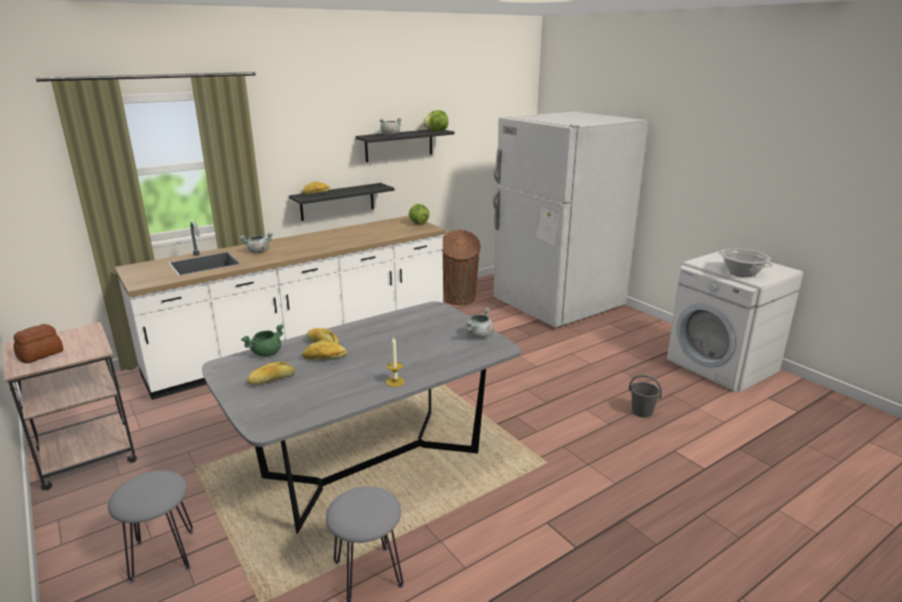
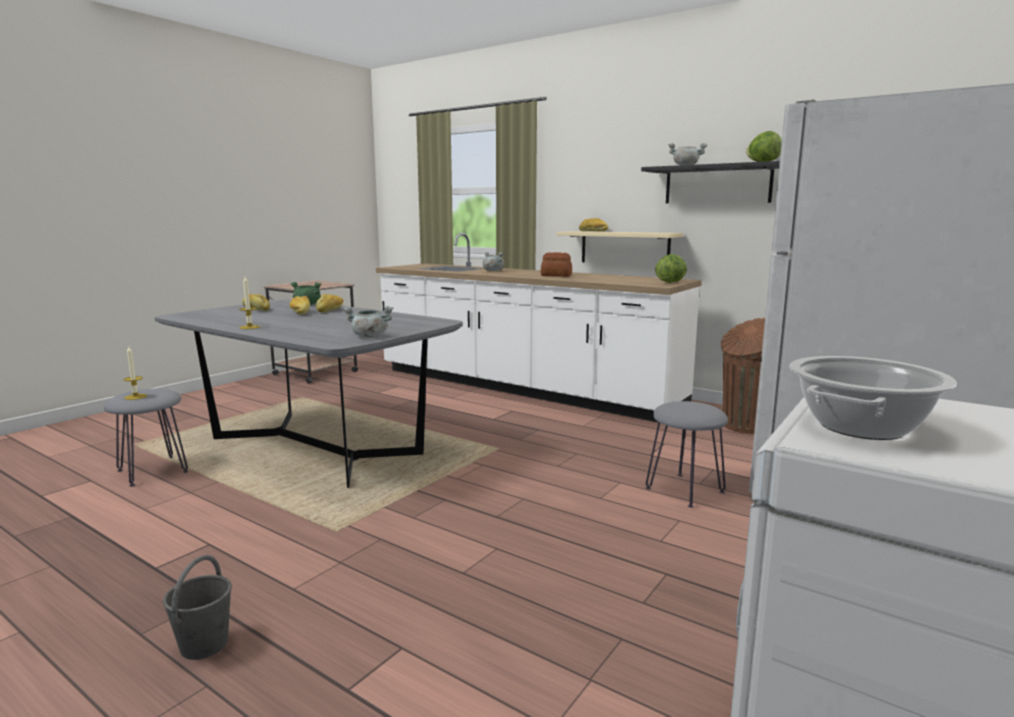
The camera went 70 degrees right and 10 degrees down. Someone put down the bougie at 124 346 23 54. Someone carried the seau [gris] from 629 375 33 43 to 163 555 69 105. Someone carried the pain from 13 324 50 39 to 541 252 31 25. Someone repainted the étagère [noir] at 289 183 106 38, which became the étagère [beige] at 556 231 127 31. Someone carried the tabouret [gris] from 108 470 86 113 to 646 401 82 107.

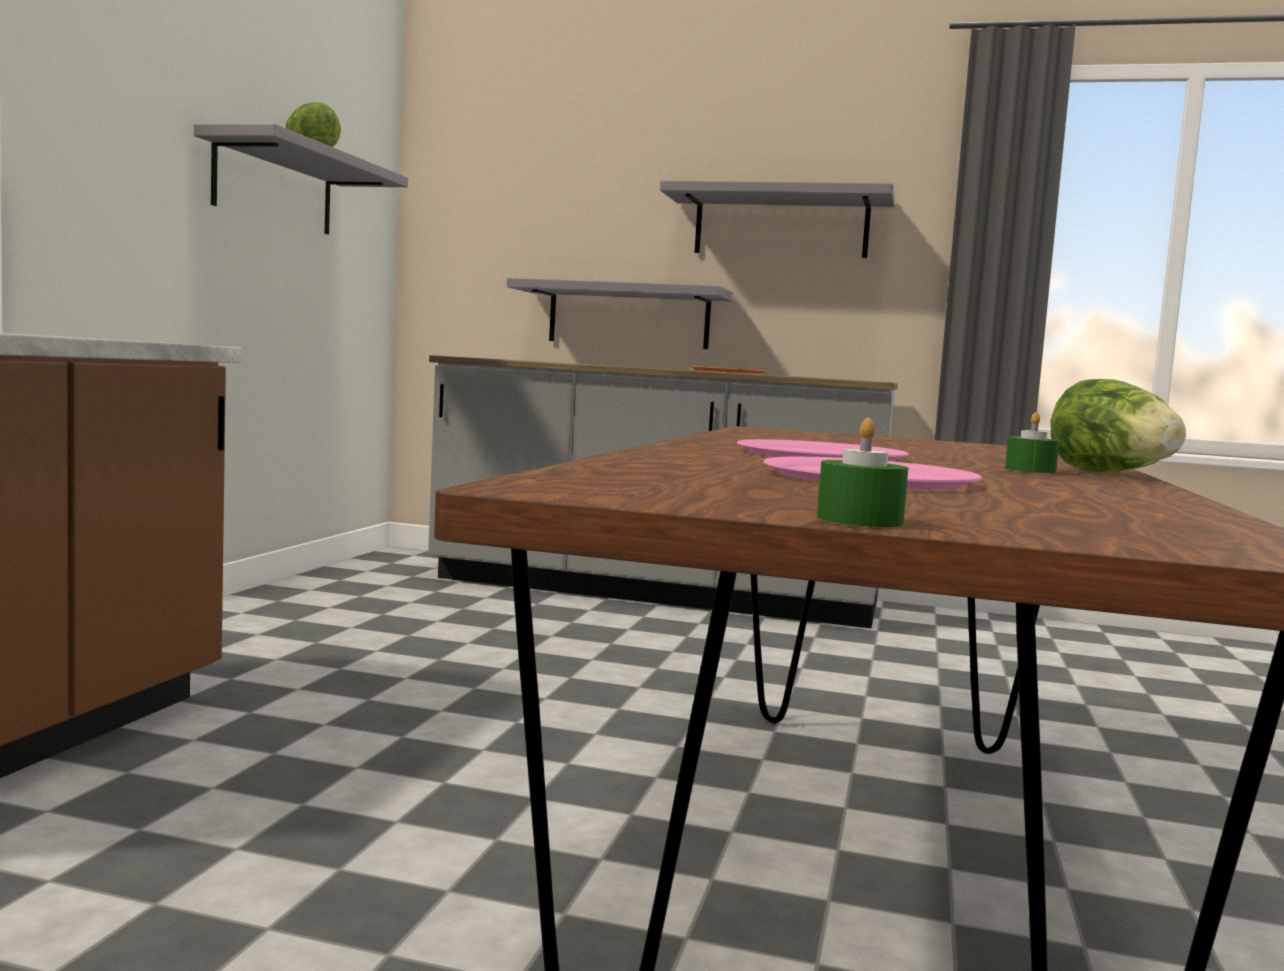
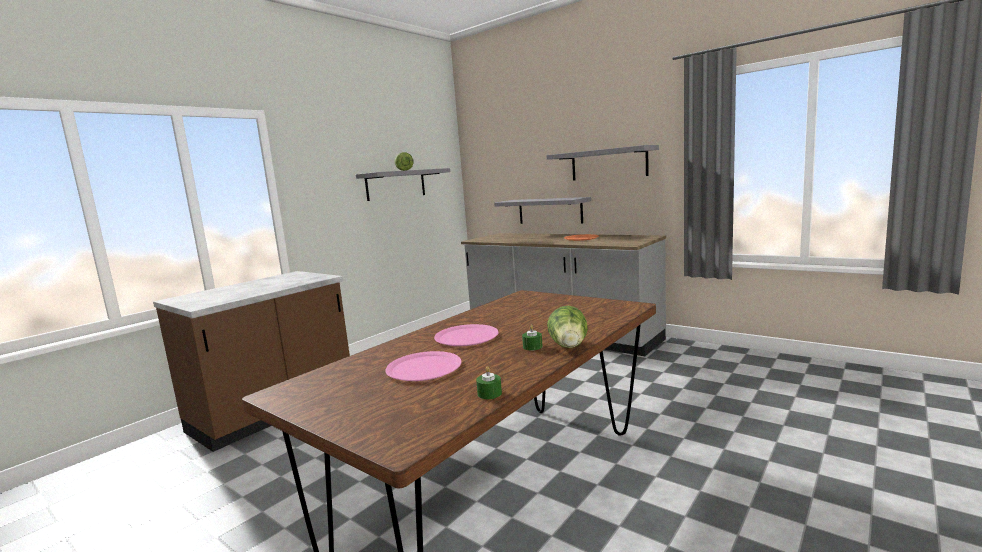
The camera went 25 degrees right and 5 degrees up. Someone carried the bougie [vert] from 817 418 91 109 to 476 366 26 33.

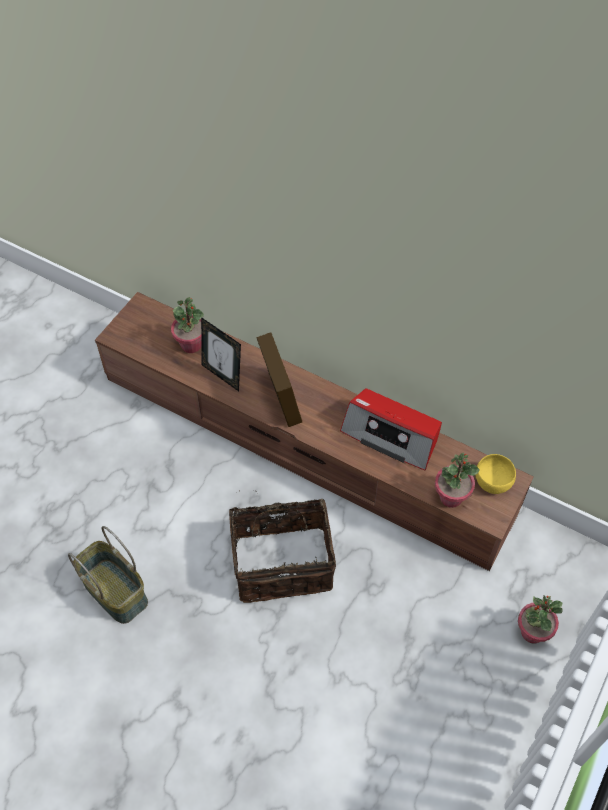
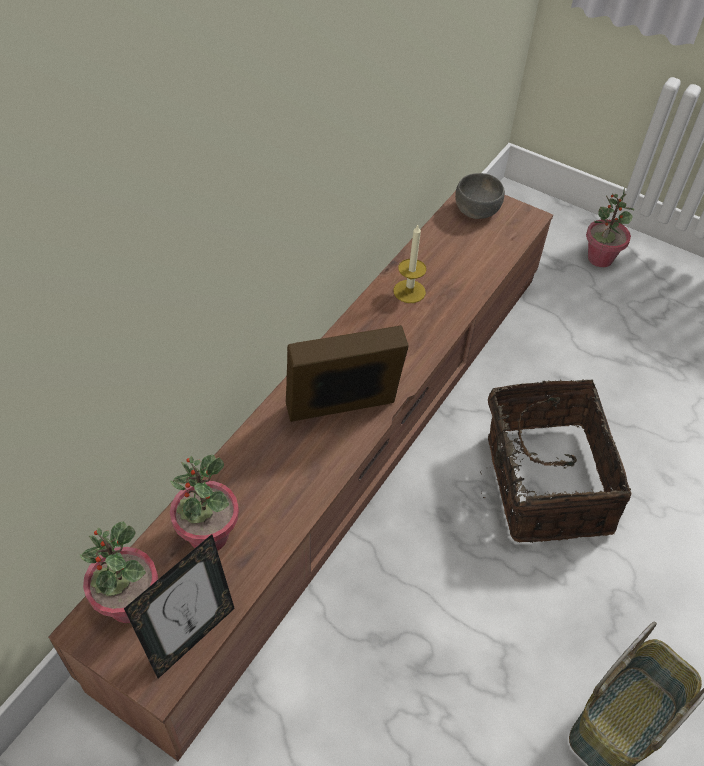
The camera went 90 degrees left and 5 degrees down. Someone carried the plante en pot from 435 452 45 56 to 80 522 78 101. Someone carried the cadre photo from 201 317 40 74 to 124 534 111 144. Someone swapped the radio at 340 388 102 83 for the bougie at 393 225 34 78. Someone repainted the bol [jaune] at 475 454 41 40, which became the bol [gris] at 455 173 50 46.

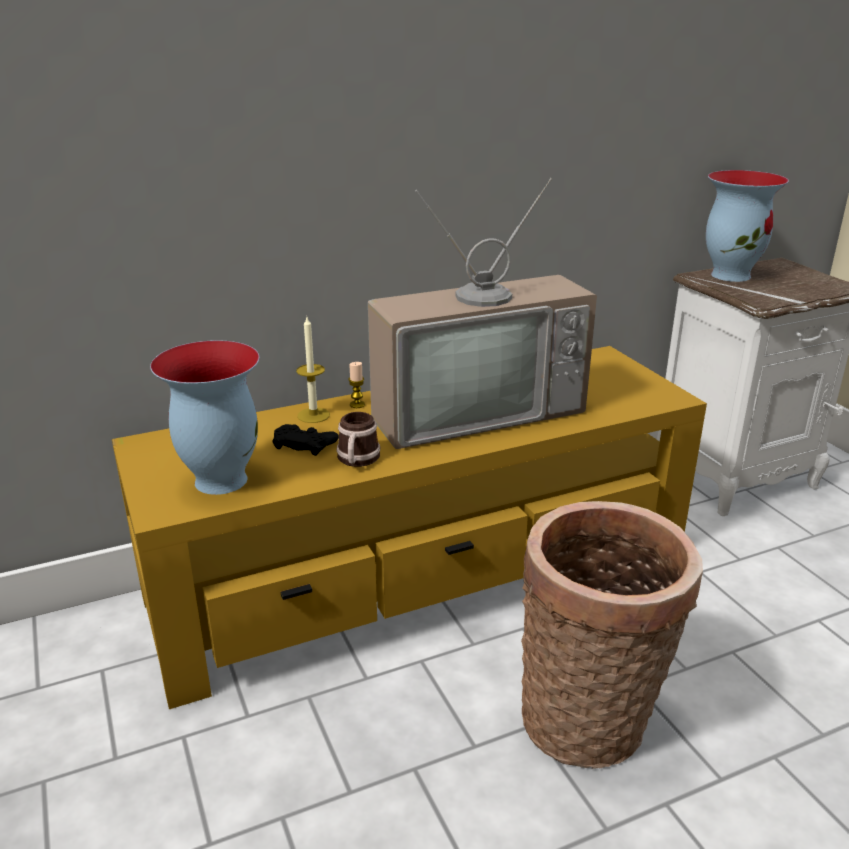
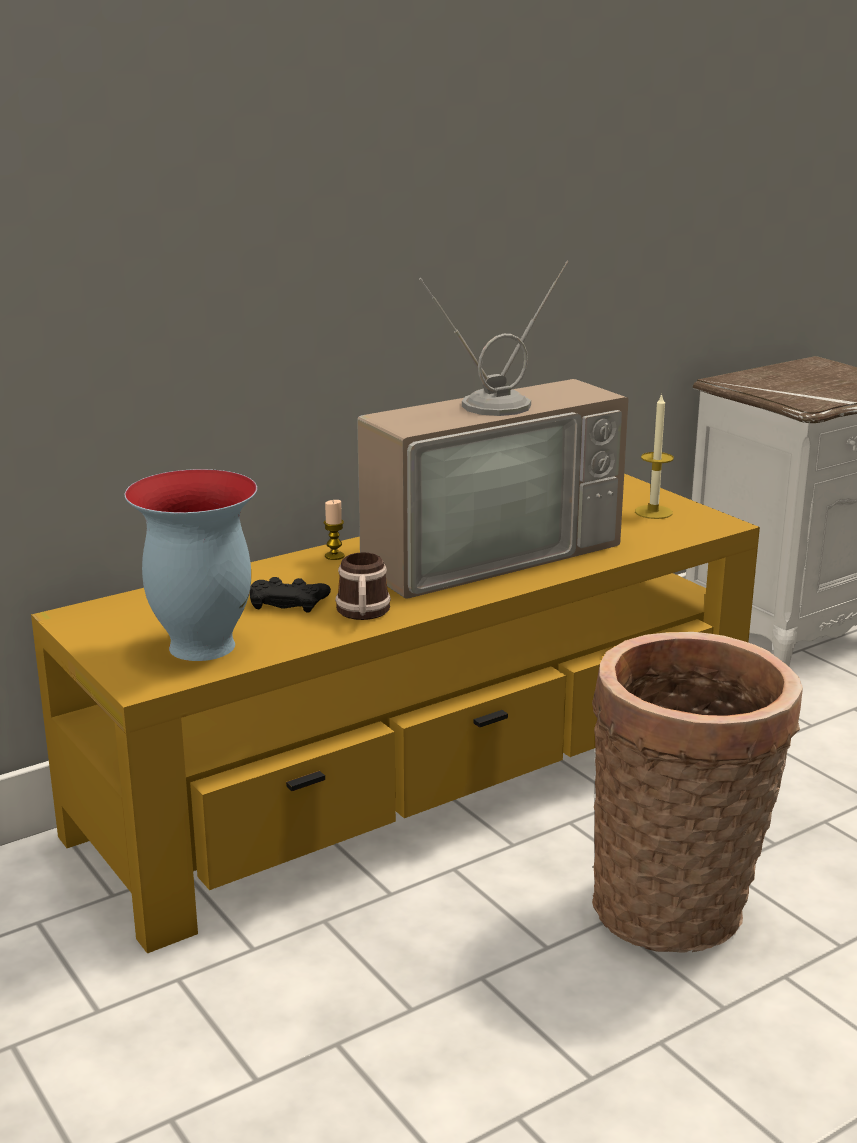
The camera went 10 degrees left and 5 degrees down. Someone carried the bougie from 296 317 34 106 to 635 393 39 126. Someone took away the vase at 706 170 83 112.

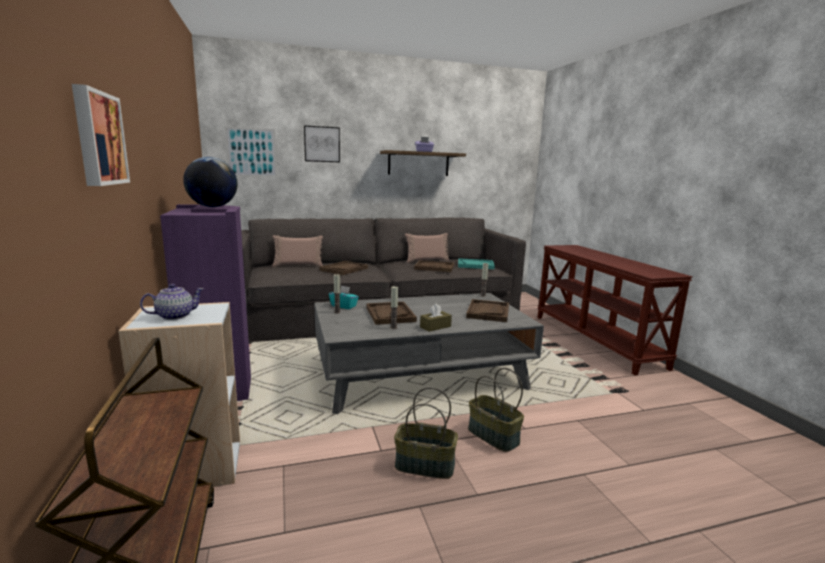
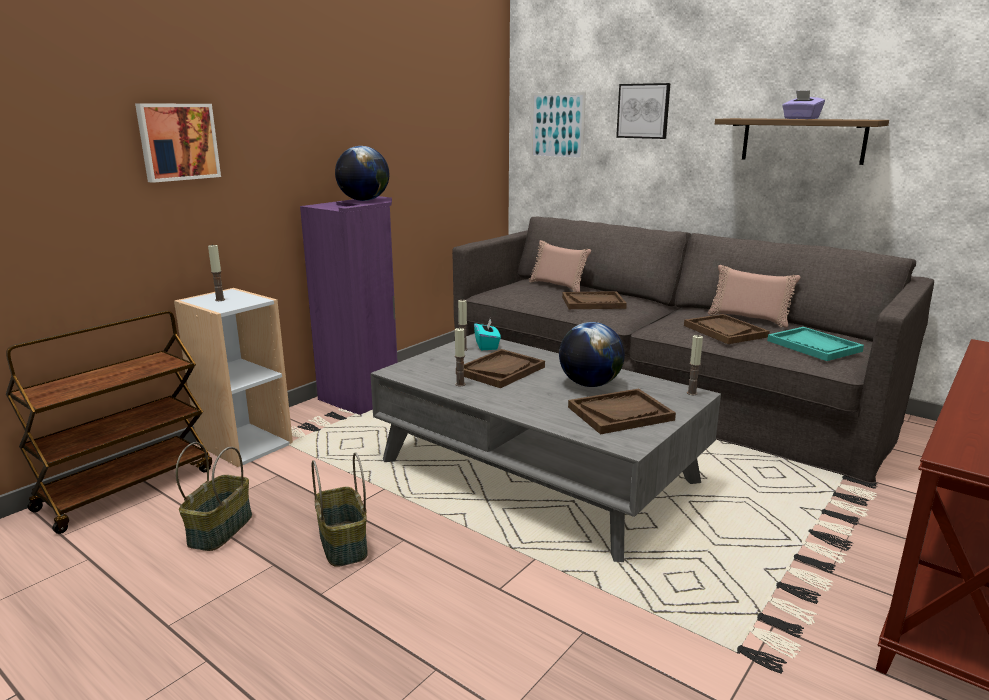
The camera went 55 degrees right and 5 degrees up. Someone carried the panier from 468 368 56 84 to 176 442 76 109. Someone swapped the théière at 140 284 64 36 for the bougie at 208 244 17 57. Someone put down the globe at 559 322 66 65. Someone took away the boîte à mouchoirs [marron] at 420 303 32 29.

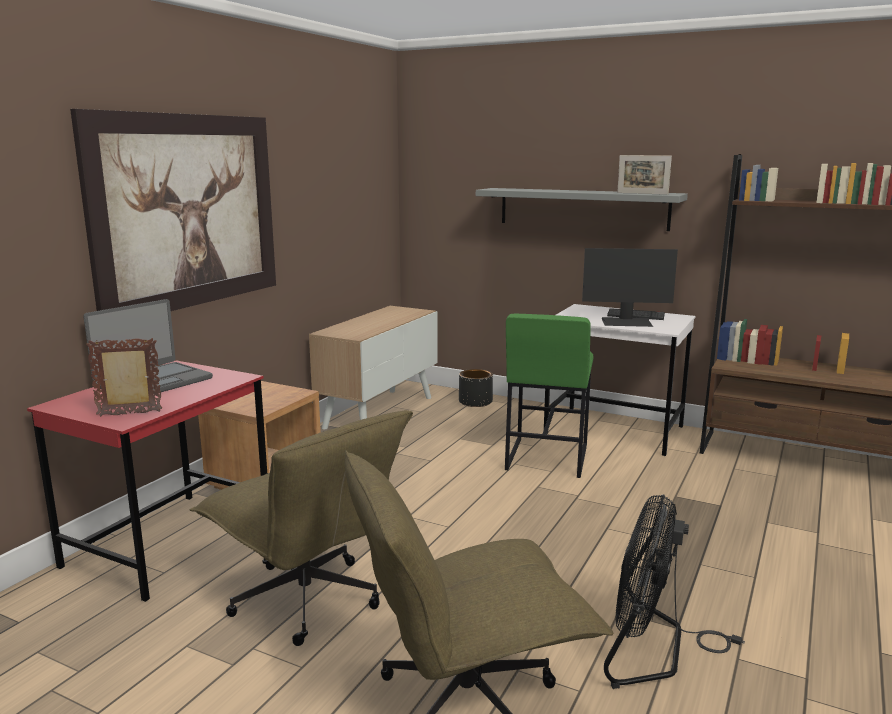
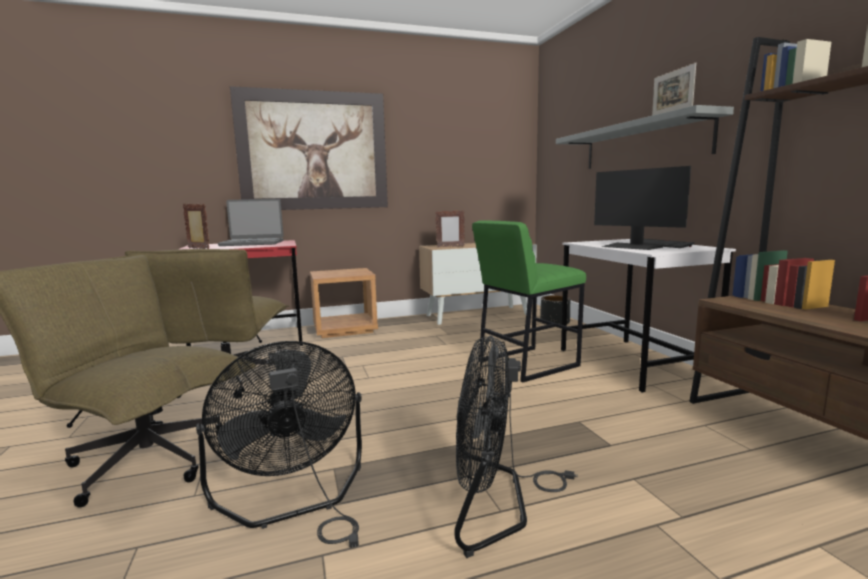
The camera went 45 degrees right and 5 degrees down. Someone put down the cadre photo at 435 210 30 37. Someone put down the ventilateur [noir] at 454 335 124 223.

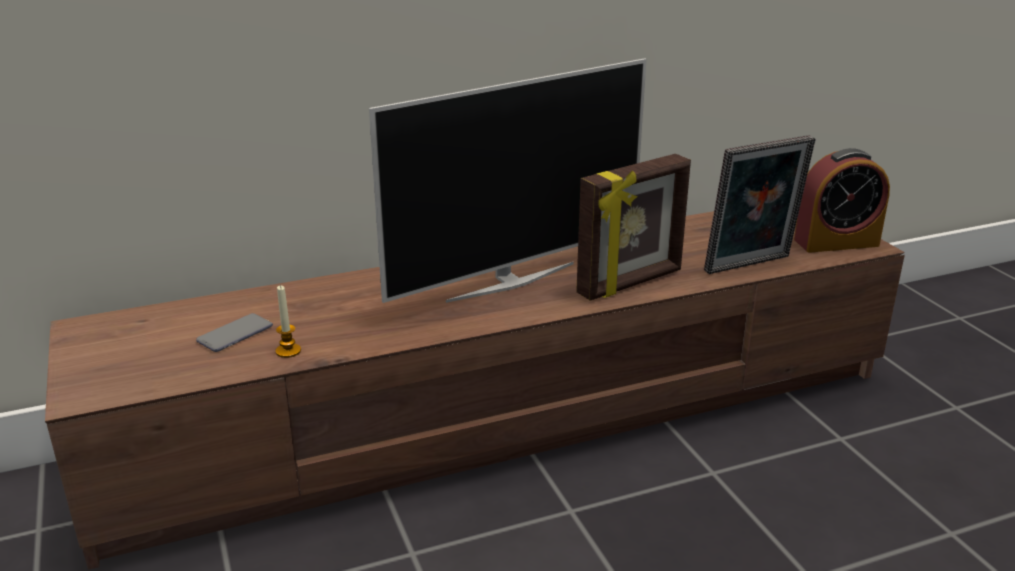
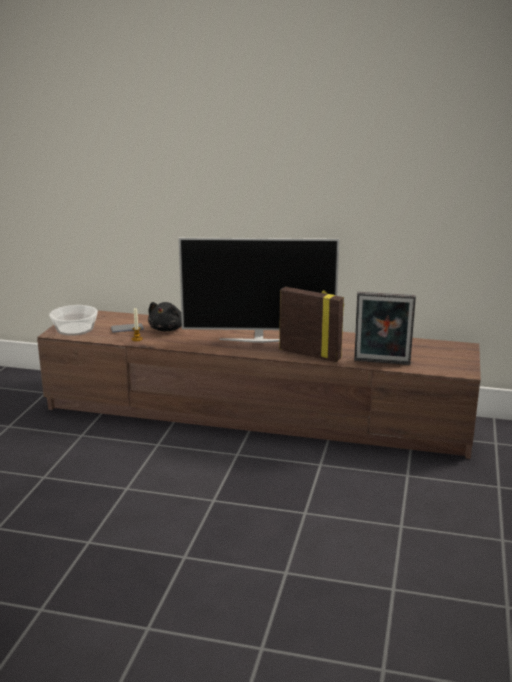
The camera went 35 degrees right and 5 degrees down. Someone put down the bol at 49 305 49 31. Someone put down the peluche [noir] at 148 302 34 29. Someone rotated the cadre photo at 576 154 115 147 by 150 degrees counterclockwise. Someone took away the réveil at 794 148 96 105.

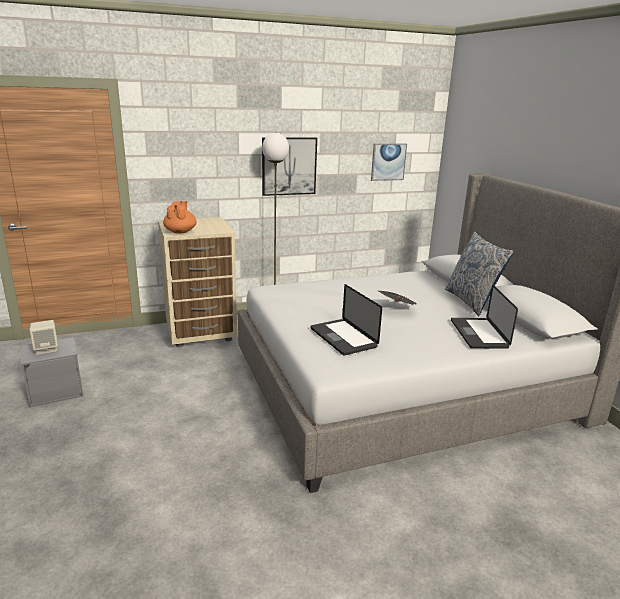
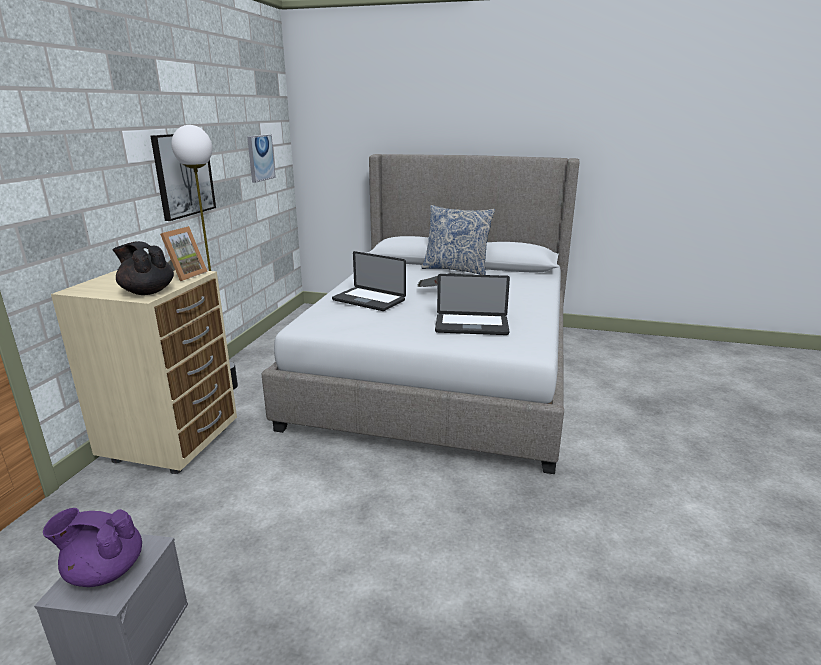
The camera went 55 degrees left and 0 degrees up. Someone swapped the enceinte [beige] at 30 320 28 35 for the théière [violet] at 43 508 99 79. Someone repainted the théière [orange] at 163 201 34 33, which became the théière [noir] at 112 241 62 54. Someone put down the cadre photo at 160 226 48 55. Someone carried the ordinateur portable from 451 284 67 65 to 332 251 74 60.

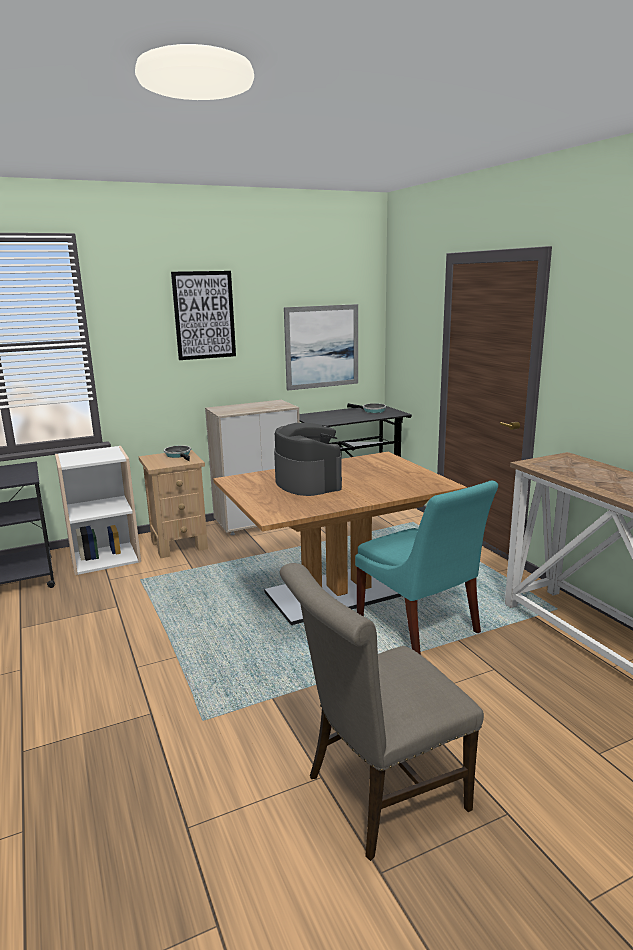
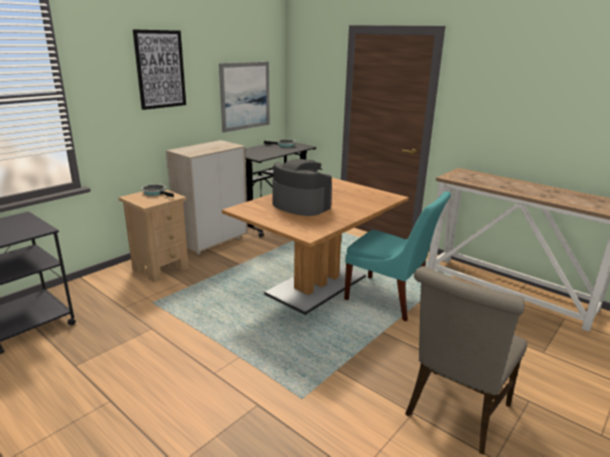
The camera went 25 degrees left and 5 degrees up. Someone took away the bibliothèque [blanc] at 55 446 86 129.

